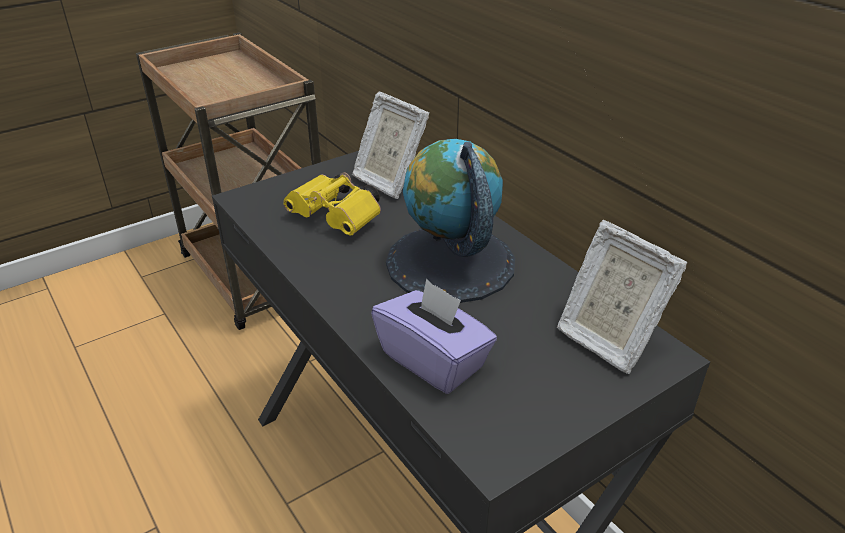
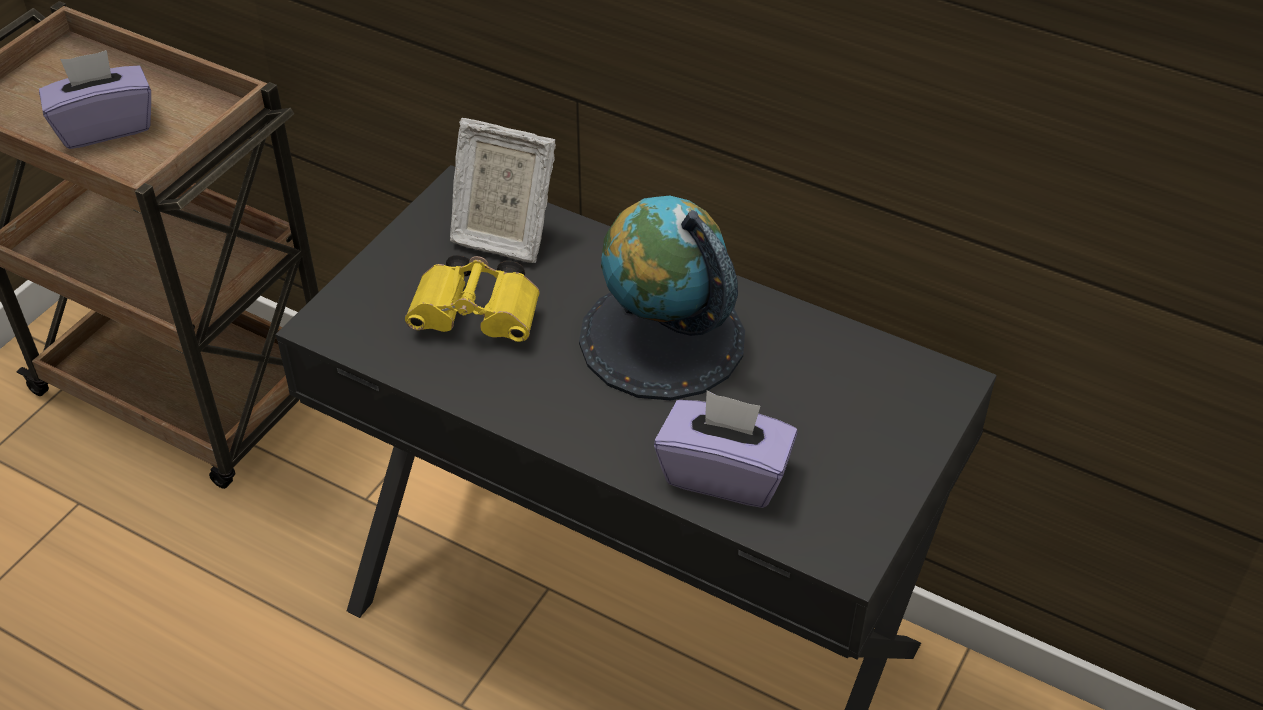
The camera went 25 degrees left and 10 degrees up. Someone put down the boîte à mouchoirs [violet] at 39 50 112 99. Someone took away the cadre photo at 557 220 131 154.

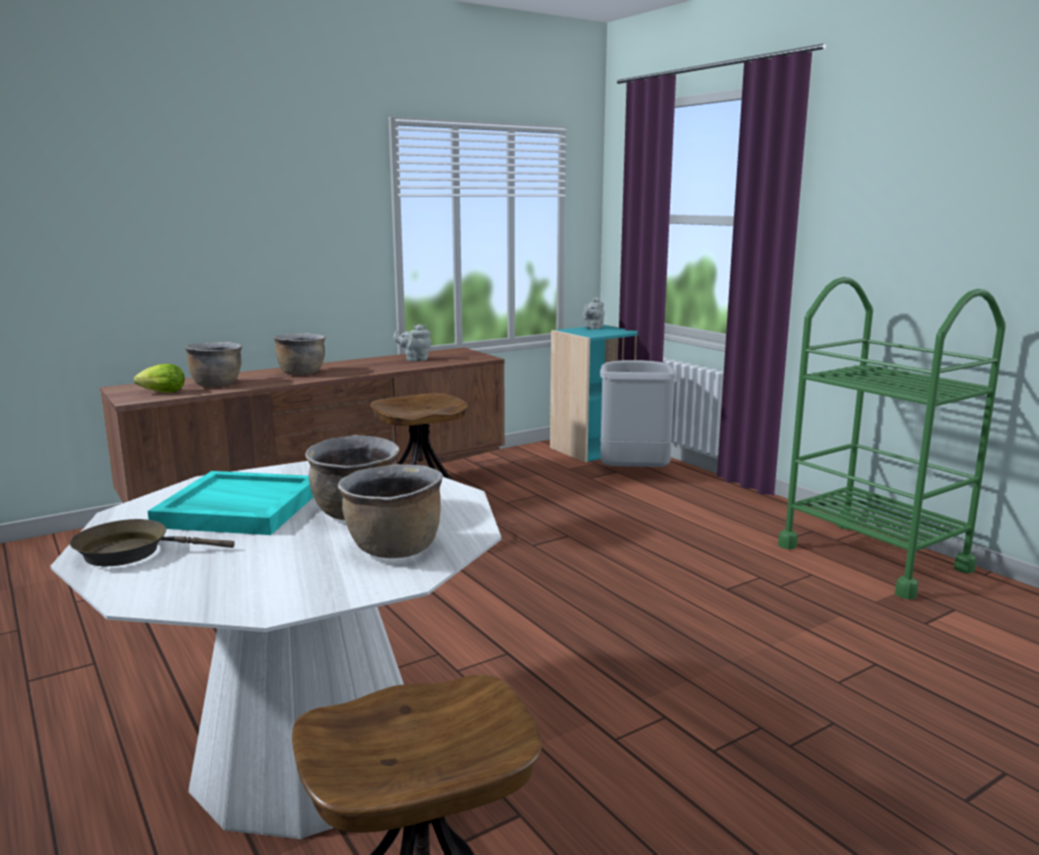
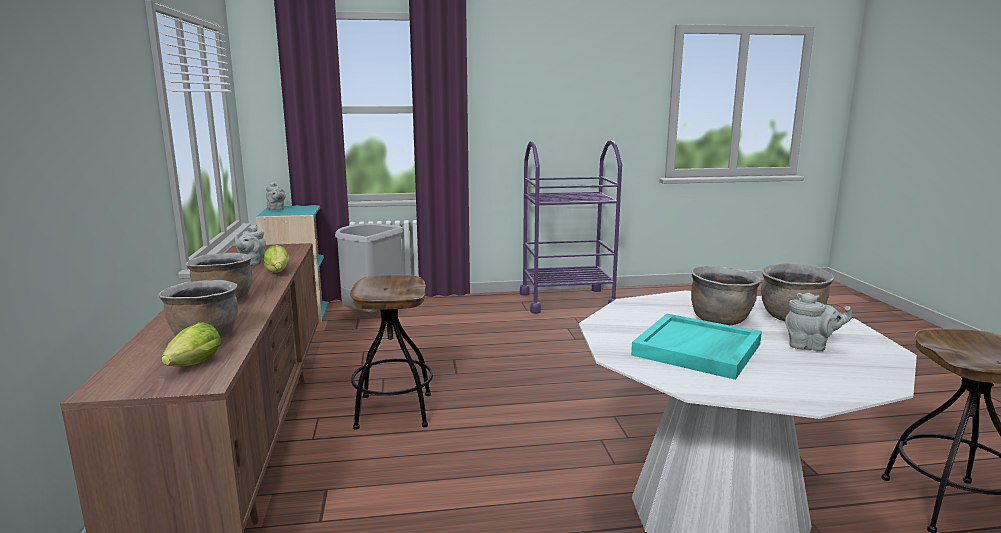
The camera went 65 degrees left and 0 degrees up. Someone put down the laitue at 264 245 26 28. Someone repainted the chariot [vert] at 778 277 228 323, which became the chariot [violet] at 520 140 102 173. Someone put down the théière [gris] at 785 293 68 58. Someone took away the poêle [marron] at 70 519 165 47.

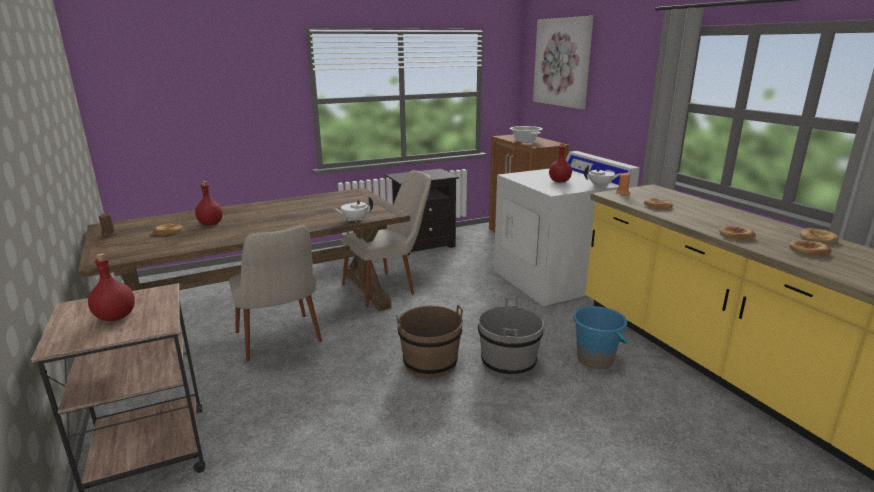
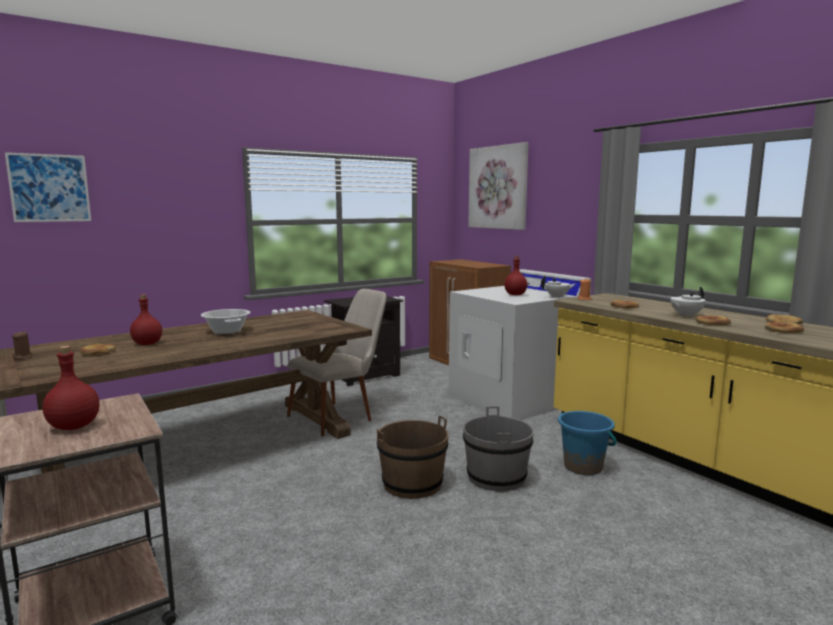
The camera went 10 degrees left and 10 degrees down. Someone put up the tableau at 5 152 86 70. Someone carried the marmite from 510 126 32 17 to 201 309 50 25. Someone carried the théière [blanc] from 333 196 40 26 to 671 287 35 30. Someone took away the chaise [beige] at 229 225 93 136.

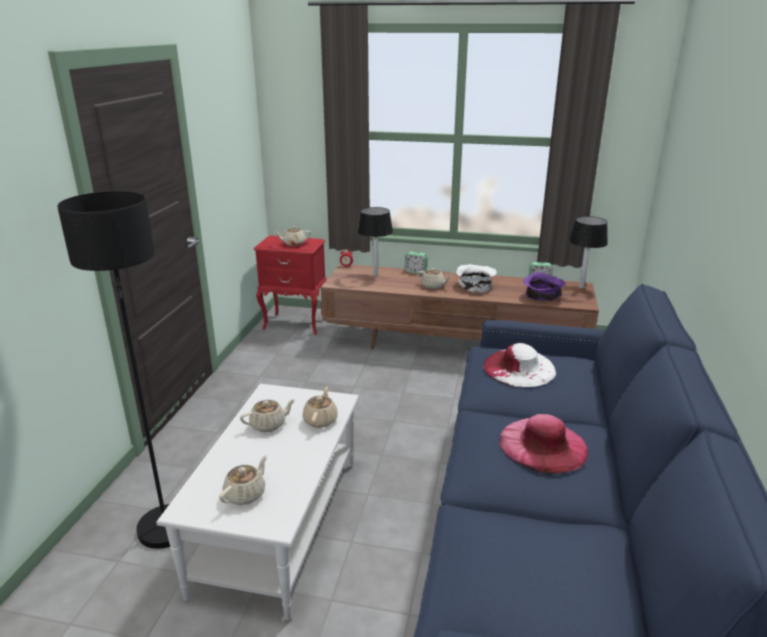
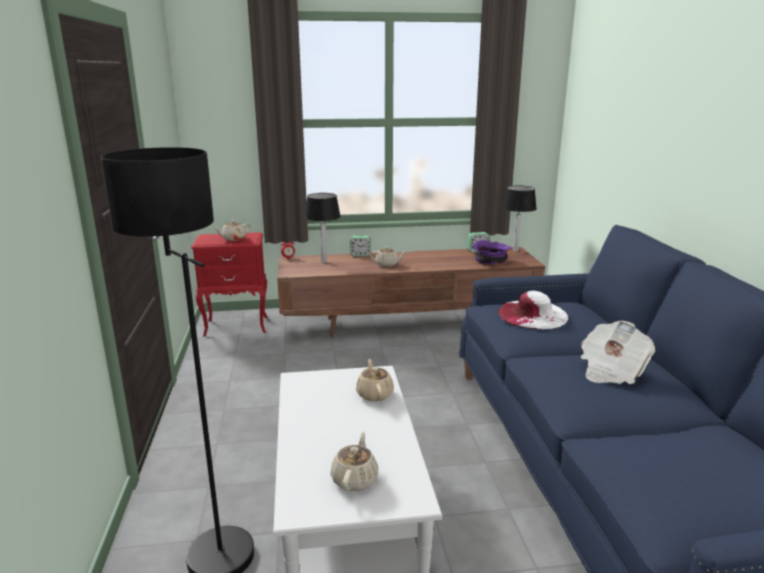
The camera went 20 degrees left and 5 degrees down. Someone swapped the chapeau [rose] at 499 414 89 60 for the journal at 581 321 74 63. Someone took away the théière [beige] at 240 399 56 33. Someone took away the bol [blanc] at 456 264 41 29.

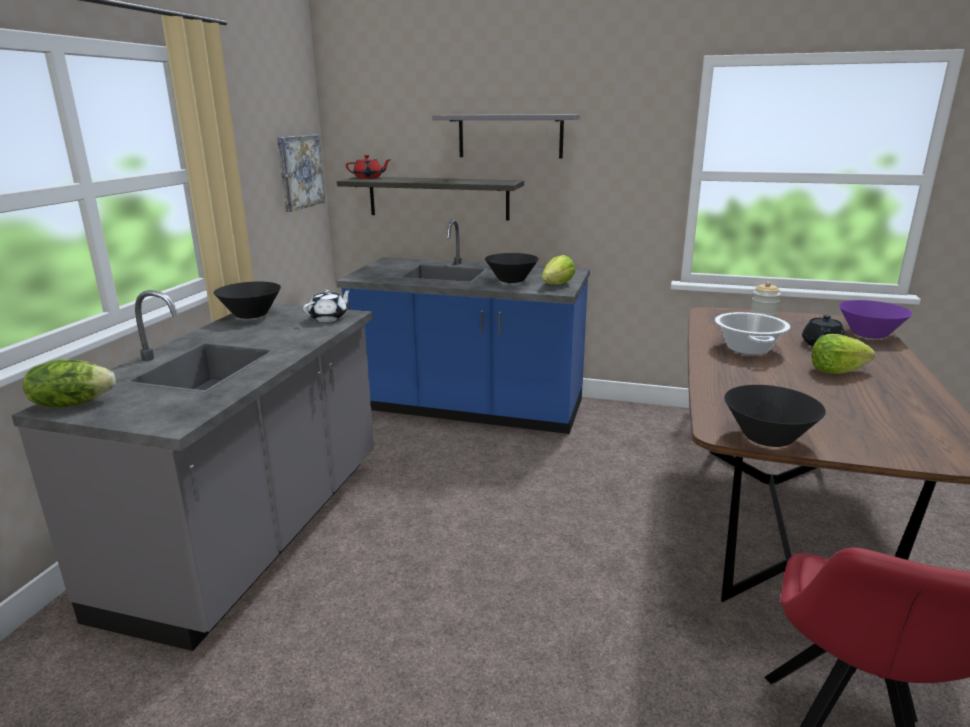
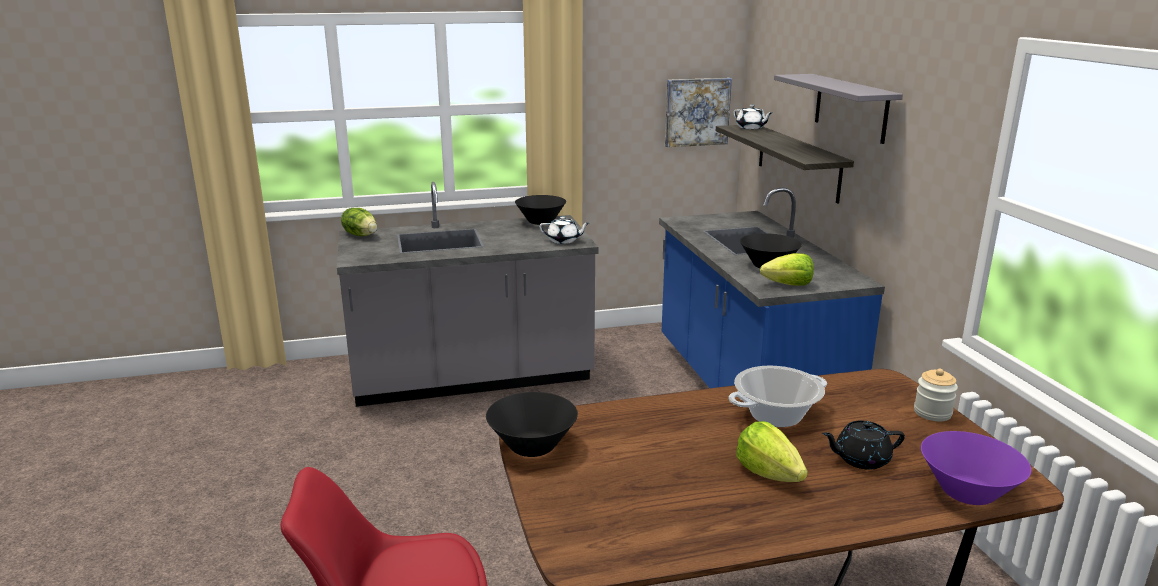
The camera went 60 degrees right and 0 degrees up. Someone repainted the théière [rouge] at 346 155 46 24, which became the théière [blanc] at 733 105 39 24.

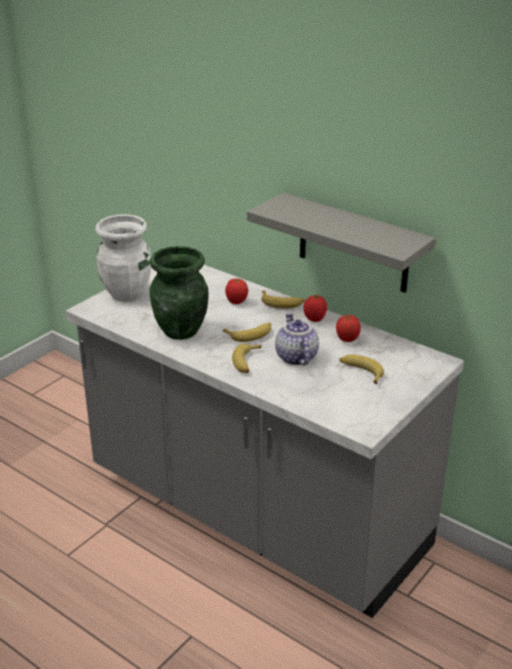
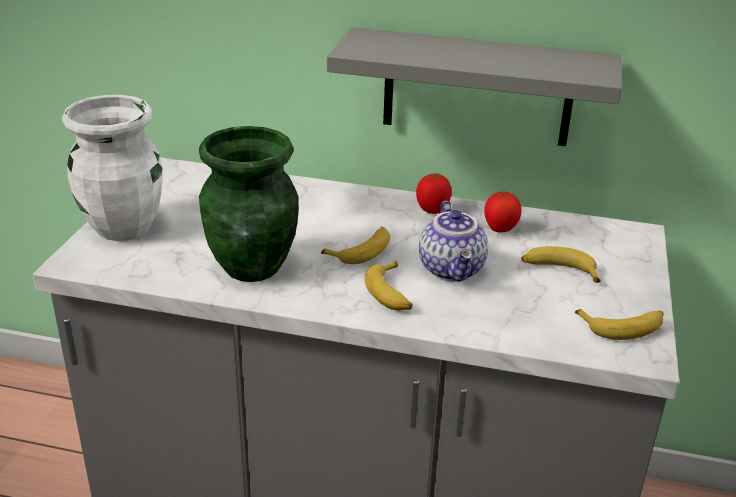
The camera went 25 degrees left and 0 degrees up. Someone rotated the théière at 275 313 44 53 by 150 degrees counterclockwise. Someone carried the banane from 261 291 44 18 to 575 309 89 31. Someone took away the tomate at 225 279 23 25.

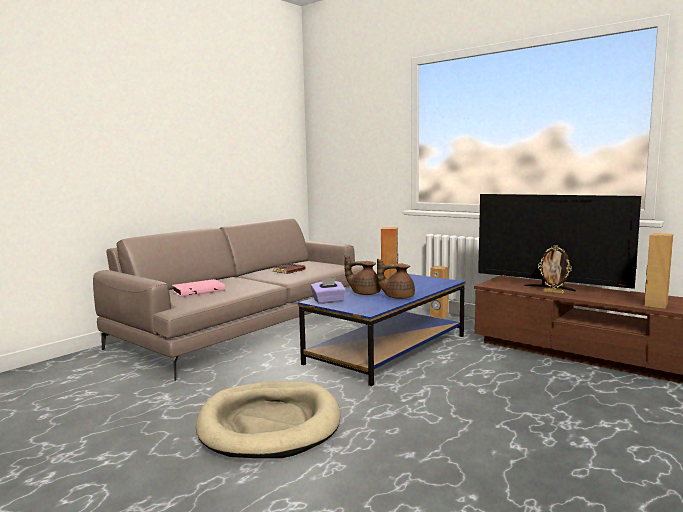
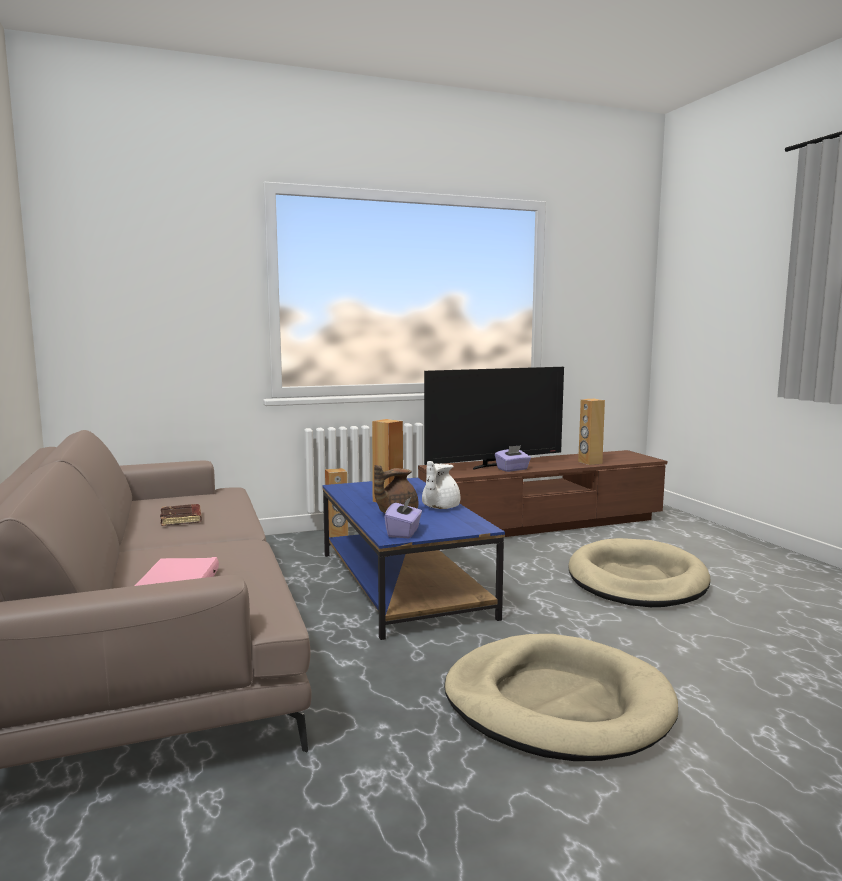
The camera went 60 degrees left and 0 degrees up. Someone repainted the théière [marron] at 377 259 38 40, which became the théière [blanc] at 422 461 38 48. Someone swapped the cadre photo at 538 245 34 49 for the boîte à mouchoirs [violet] at 495 445 36 27. Someone put down the panier pour chien [beige] at 568 538 143 69.

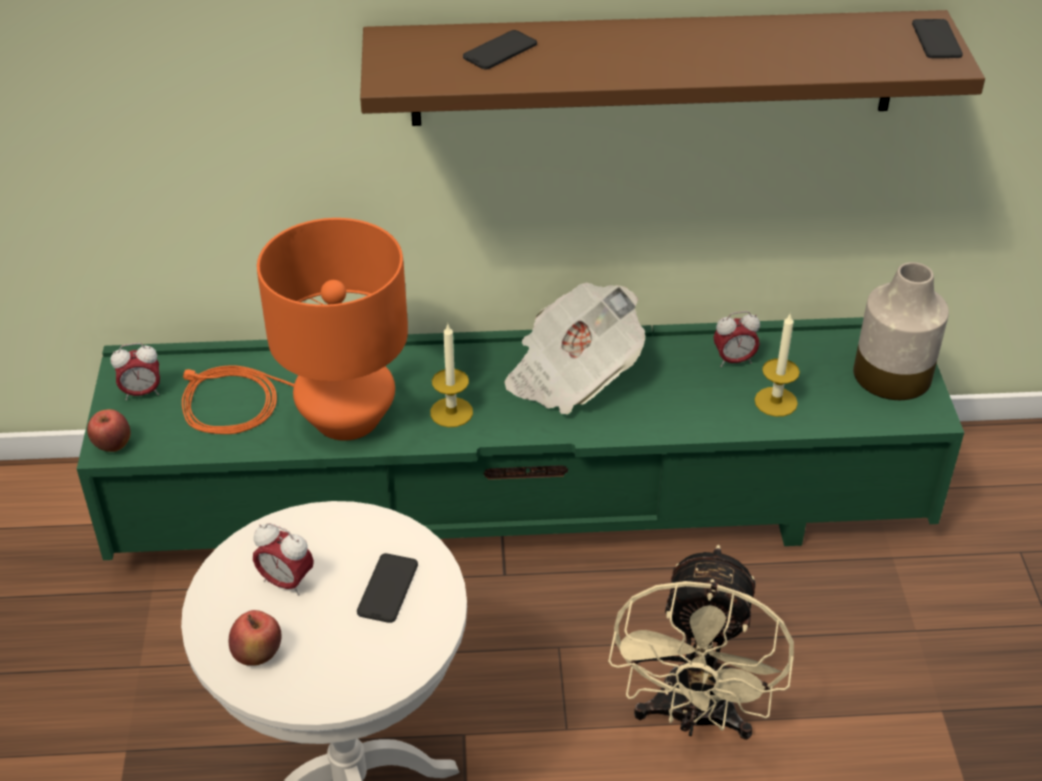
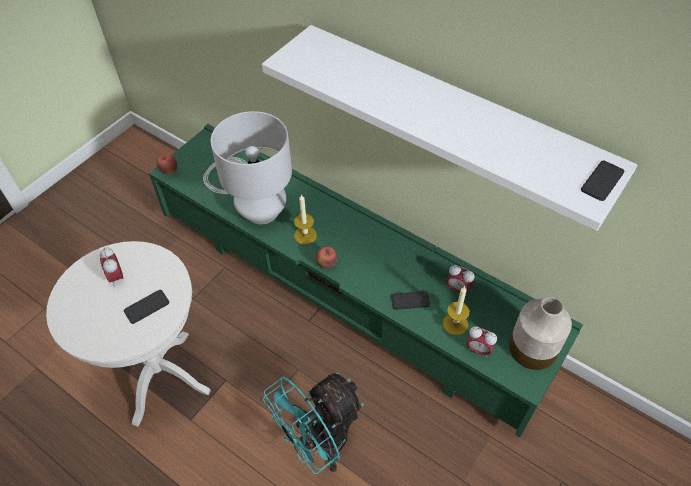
The camera went 40 degrees right and 10 degrees up. Someone repainted the lampe de table [orange] at 182 218 226 223, which became the lampe de table [gris] at 203 111 89 114. Someone repainted the étagère [marron] at 360 10 625 116, which became the étagère [blanc] at 262 25 375 206. Someone repainted the ventilateur [beige] at 608 545 186 195, which became the ventilateur [turquoise] at 263 373 101 101. Someone carried the pomme from 229 610 52 56 to 316 246 21 22. Someone carried the téléphone from 463 30 74 40 to 391 291 39 19. Someone carried the réveil from 111 343 49 57 to 467 326 30 32. Someone took away the journal at 504 282 141 133.

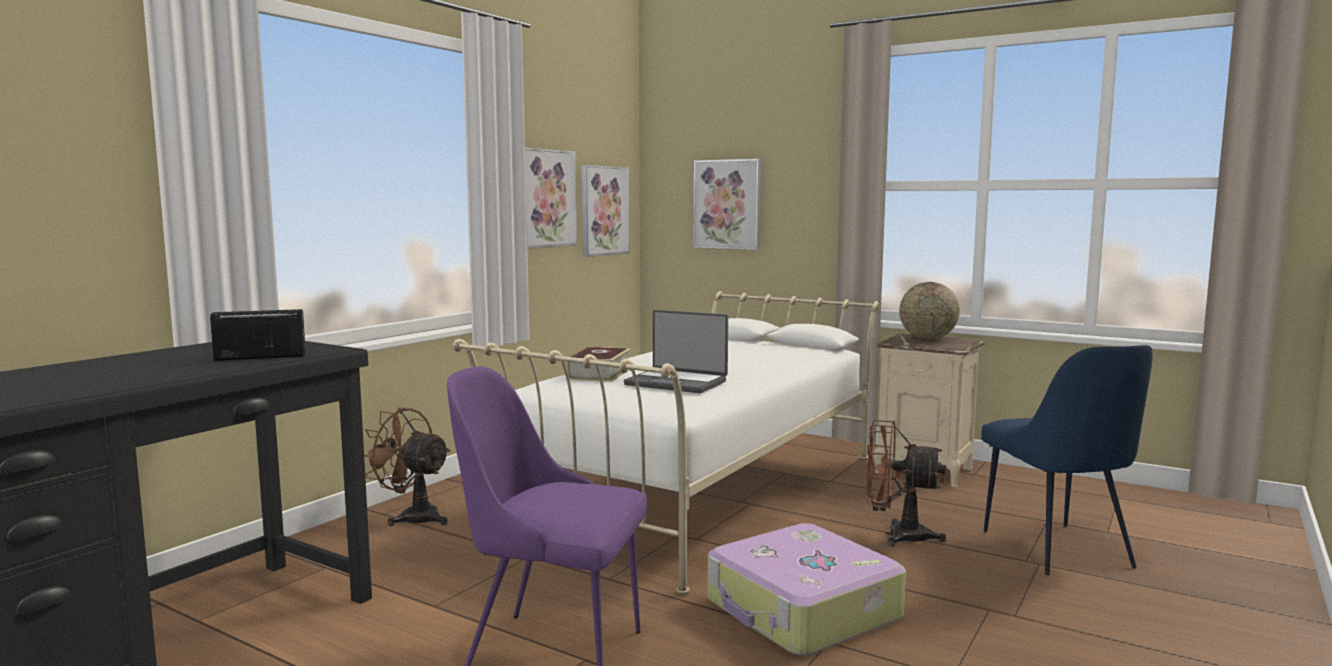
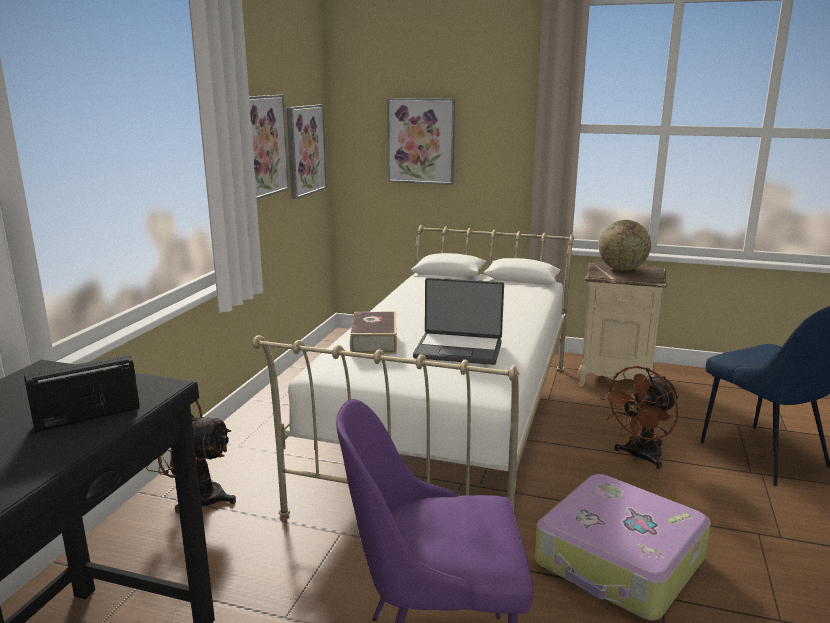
The camera went 15 degrees left and 10 degrees up. Someone rotated the ventilateur [marron] at 866 420 80 127 by 45 degrees counterclockwise.

